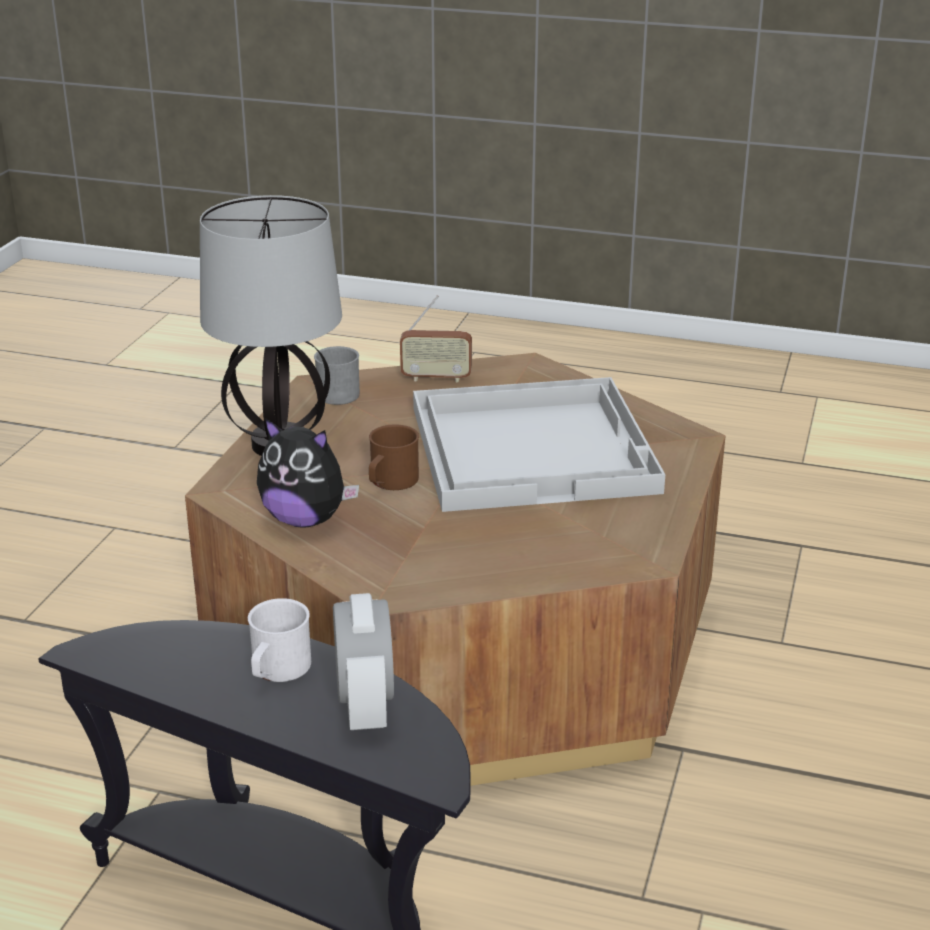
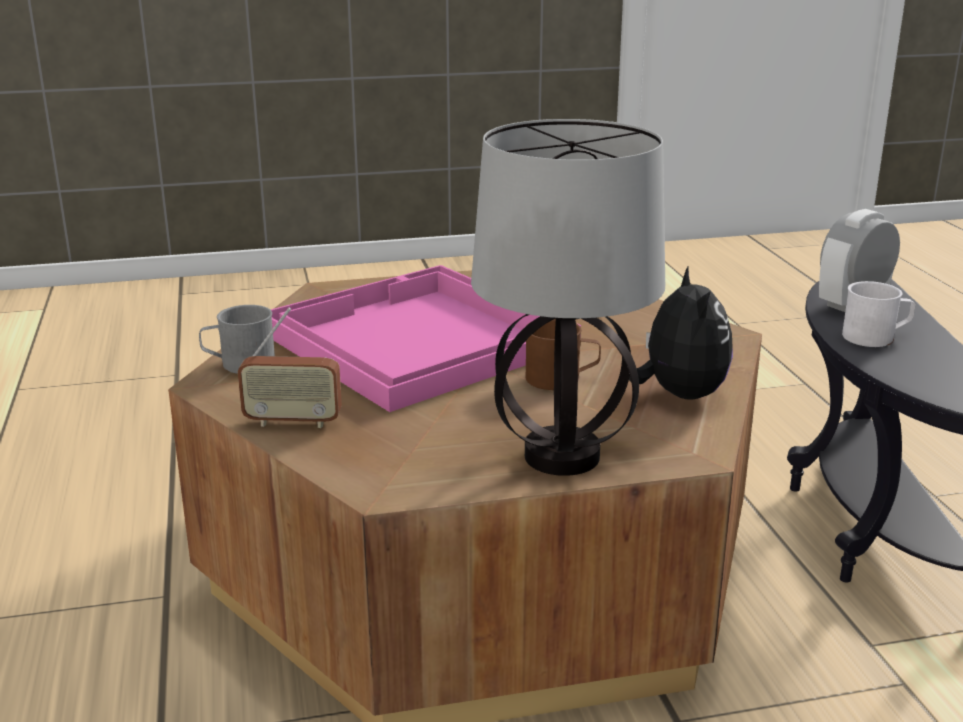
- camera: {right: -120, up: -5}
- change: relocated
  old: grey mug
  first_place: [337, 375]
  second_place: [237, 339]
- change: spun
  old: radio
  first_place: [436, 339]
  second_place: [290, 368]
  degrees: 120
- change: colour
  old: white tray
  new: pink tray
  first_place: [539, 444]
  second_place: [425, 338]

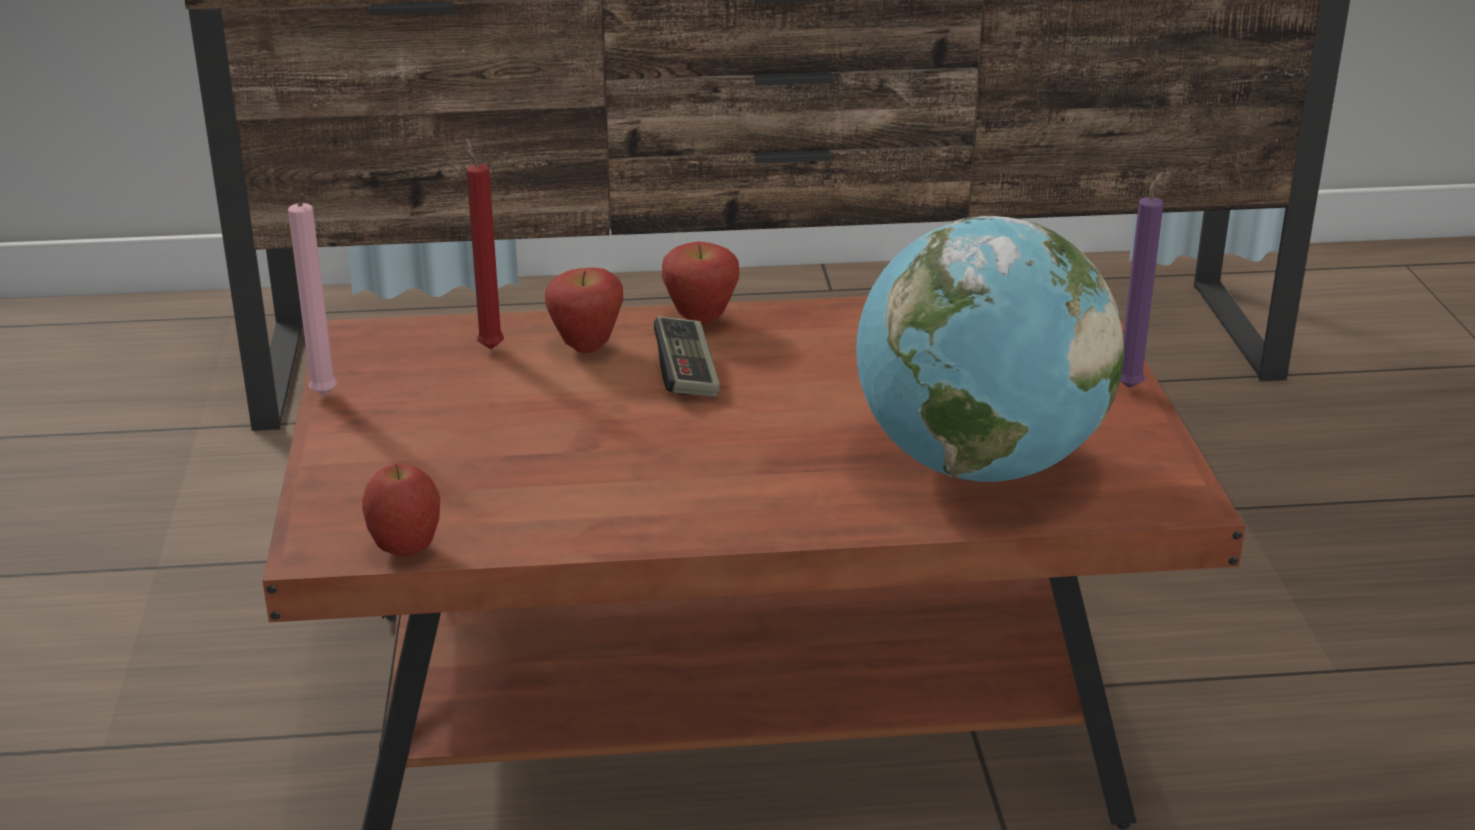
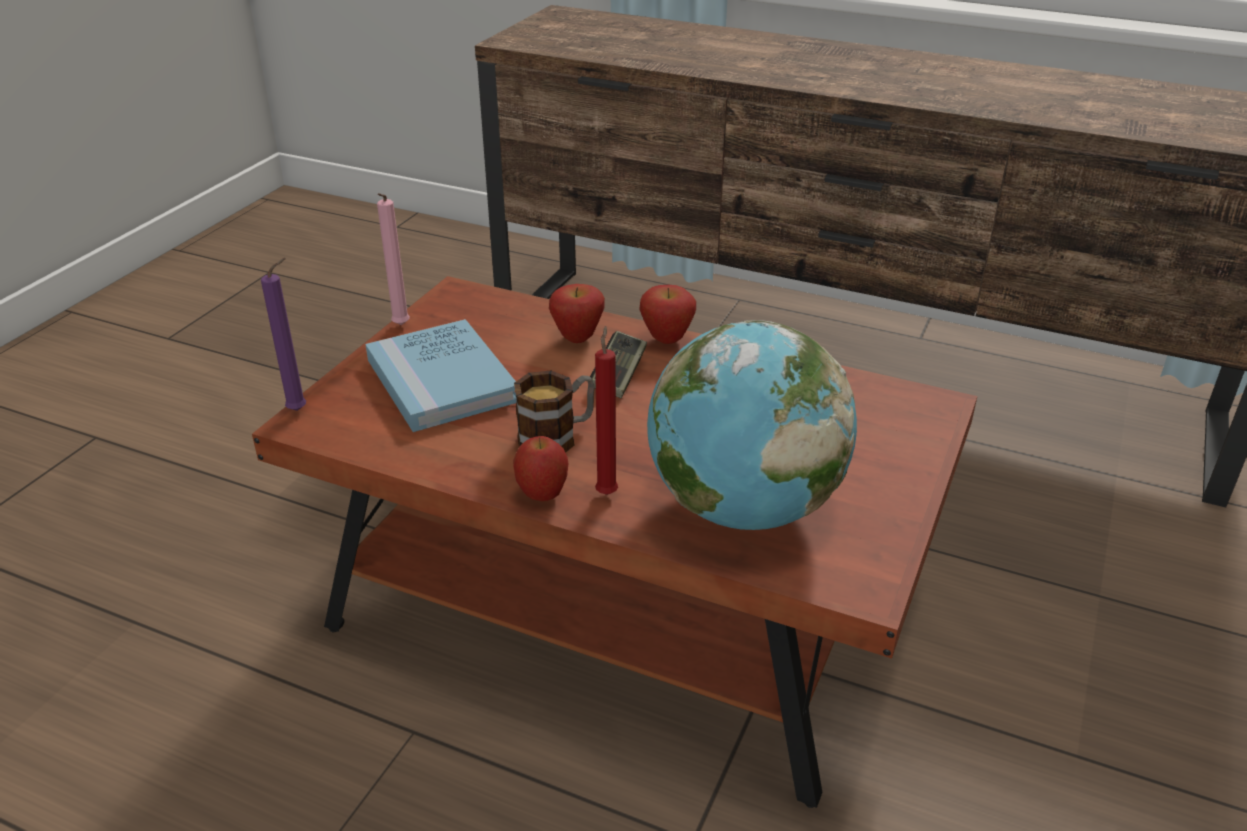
- camera: {right: 30, up: 5}
- change: relocated
  old: purple candle
  first_place: [1142, 279]
  second_place: [283, 334]
- change: appeared
  new: blue book
  second_place: [440, 375]
- change: relocated
  old: apple
  first_place: [401, 510]
  second_place: [540, 468]
- change: appeared
  new: mug
  second_place: [554, 411]
- change: relocated
  old: red candle
  first_place: [485, 244]
  second_place: [606, 410]

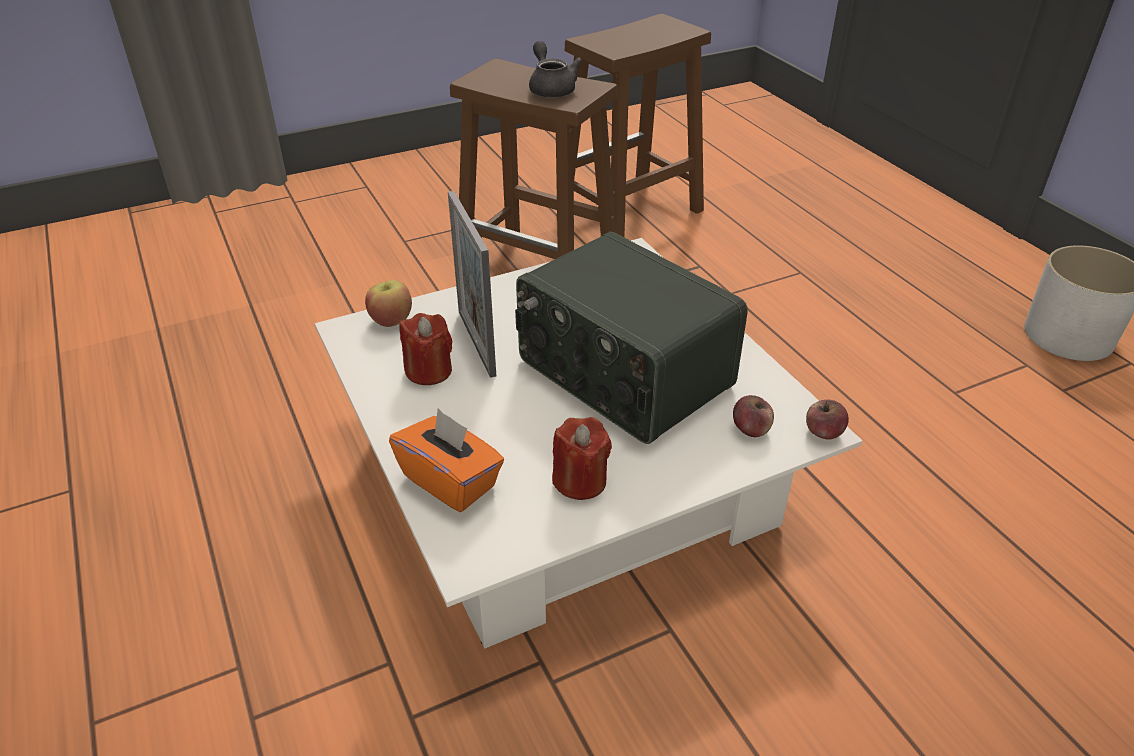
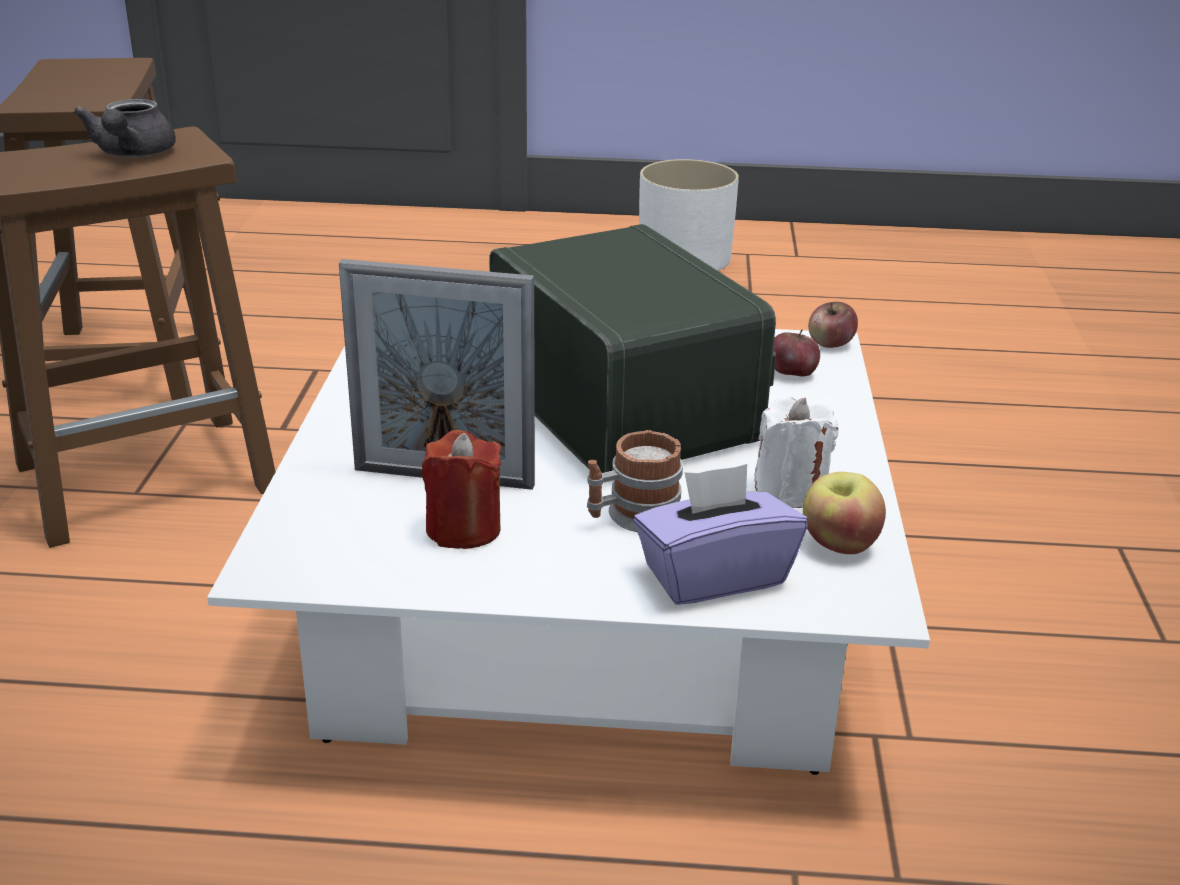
- camera: {right: -60, up: -10}
- change: spun
  old: grey teapot
  first_place: [555, 69]
  second_place: [124, 128]
  degrees: -105
- change: spun
  old: radio
  first_place: [631, 338]
  second_place: [632, 348]
  degrees: -105
- change: appeared
  new: mug
  second_place: [635, 481]
- change: colour
  old: orange tissue box
  new: purple tissue box
  first_place: [446, 460]
  second_place: [720, 534]
- change: colour
  old: red candle
  new: white candle
  first_place: [582, 458]
  second_place: [796, 452]
- change: relocated
  old: apple
  first_place: [388, 303]
  second_place: [844, 513]

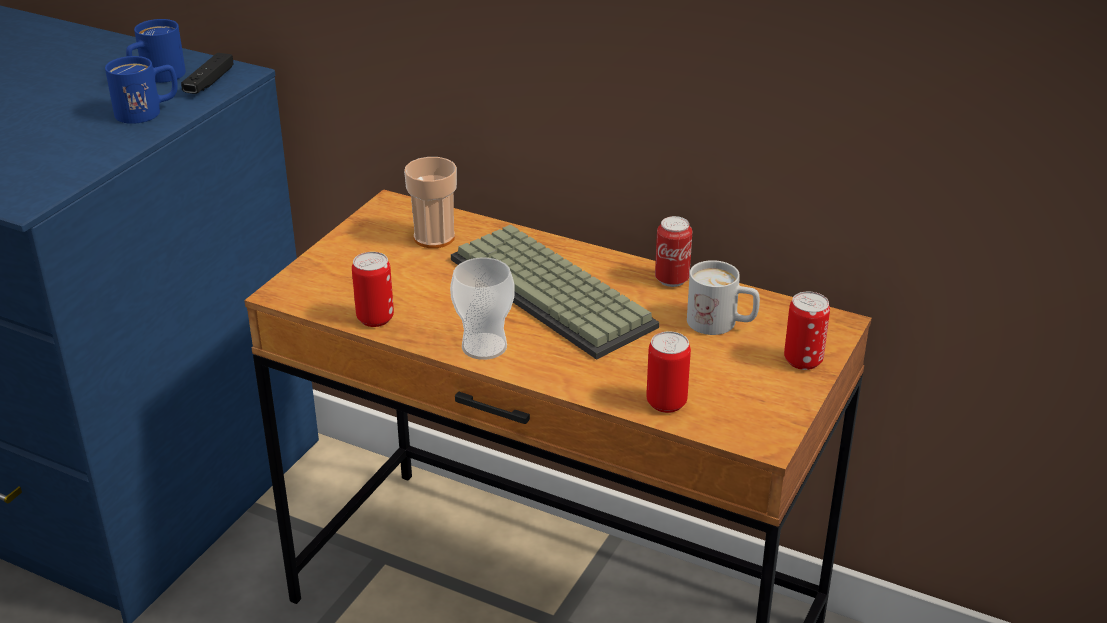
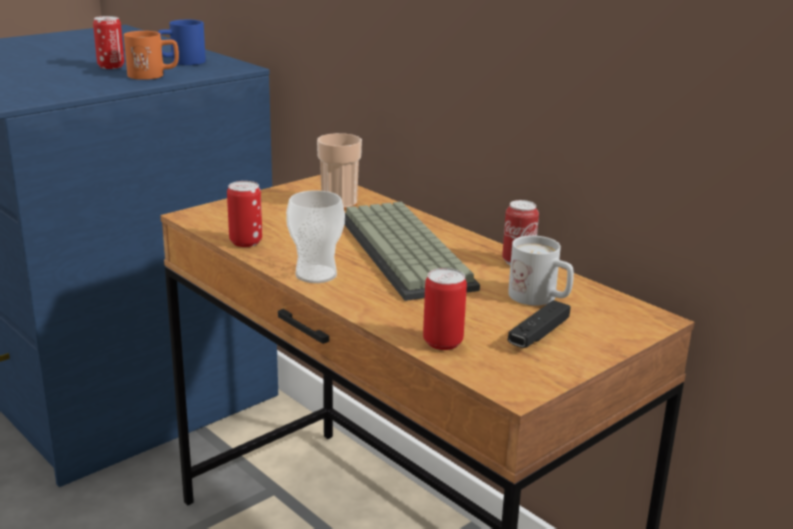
- camera: {right: 20, up: -10}
- change: relocated
  old: can
  first_place: [807, 330]
  second_place: [108, 42]
- change: colour
  old: blue mug
  new: orange mug
  first_place: [141, 90]
  second_place: [151, 55]
- change: relocated
  old: black game controller
  first_place: [207, 73]
  second_place: [539, 324]

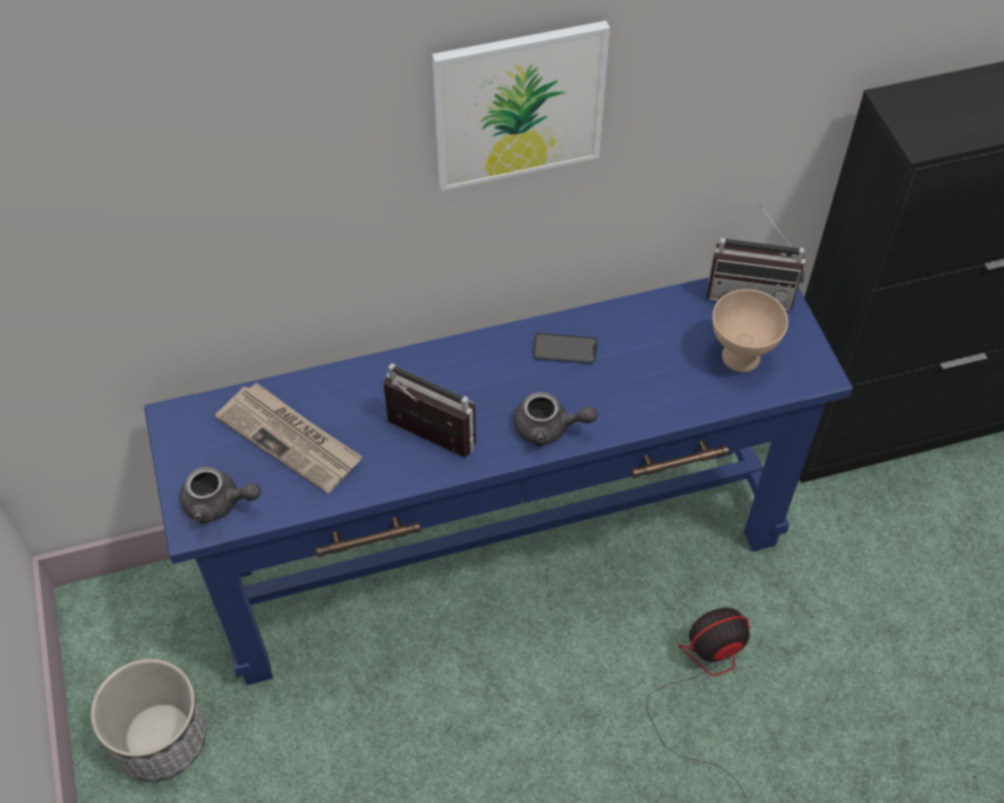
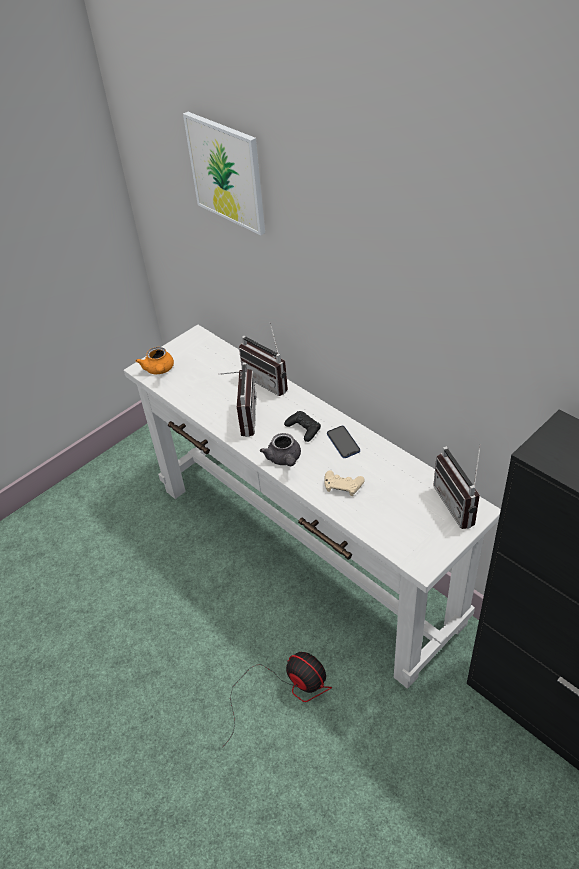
- camera: {right: 65, up: -10}
- change: colour
  old: blue console table
  new: white console table
  first_place: [498, 481]
  second_place: [312, 507]
- change: colour
  old: grey teapot
  new: orange teapot
  first_place: [220, 495]
  second_place: [155, 360]
- change: relocated
  old: picture
  first_place: [521, 106]
  second_place: [224, 173]
- change: appeared
  new: radio
  second_place: [263, 359]
- change: appeared
  new: black game controller
  second_place: [302, 426]
- change: appeared
  new: beige game controller
  second_place: [344, 483]
- change: missing
  old: planter
  first_place: [149, 720]
- change: missing
  old: newspaper
  first_place: [288, 438]
- change: missing
  old: beige bowl
  first_place: [750, 330]

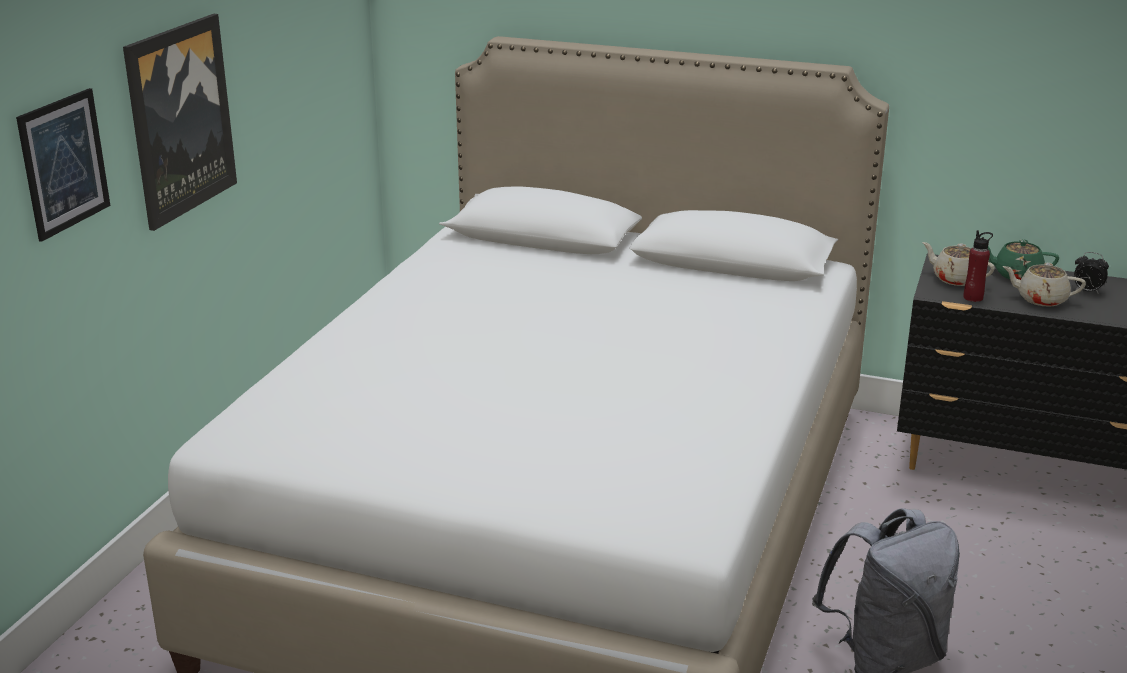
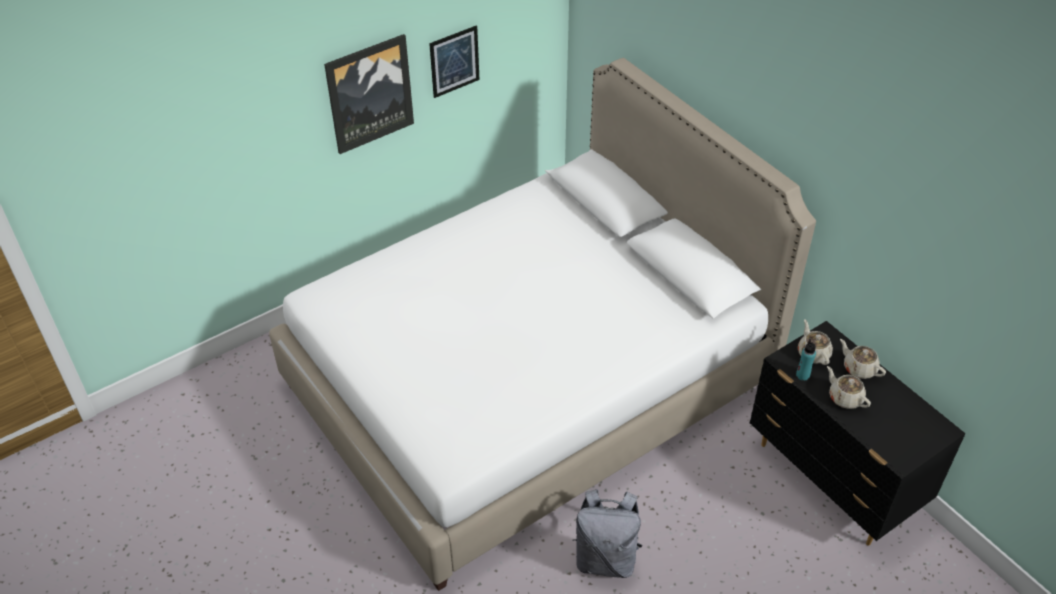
- camera: {right: 35, up: 20}
- change: relocated
  old: picture
  first_place: [63, 165]
  second_place: [454, 62]
- change: colour
  old: red bottle
  new: turquoise bottle
  first_place: [978, 266]
  second_place: [806, 360]
- change: colour
  old: green teapot
  new: beige teapot
  first_place: [1023, 259]
  second_place: [863, 359]
- change: missing
  old: alarm clock
  first_place: [1091, 273]

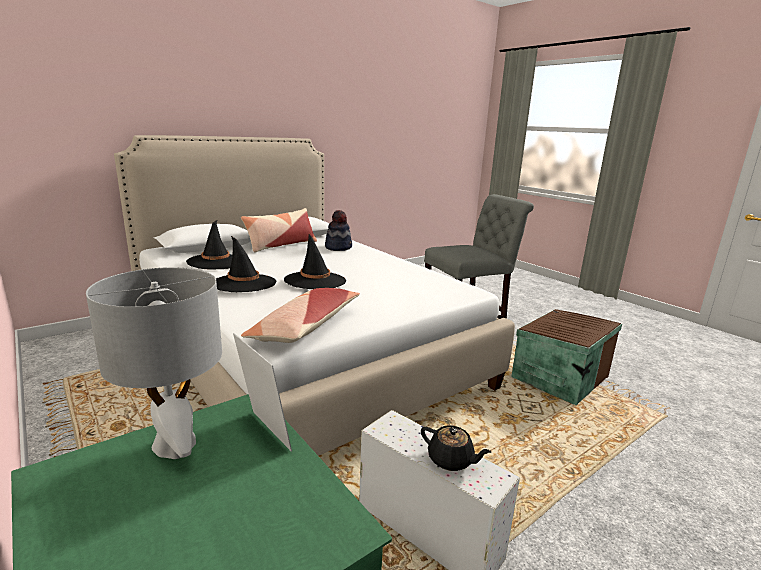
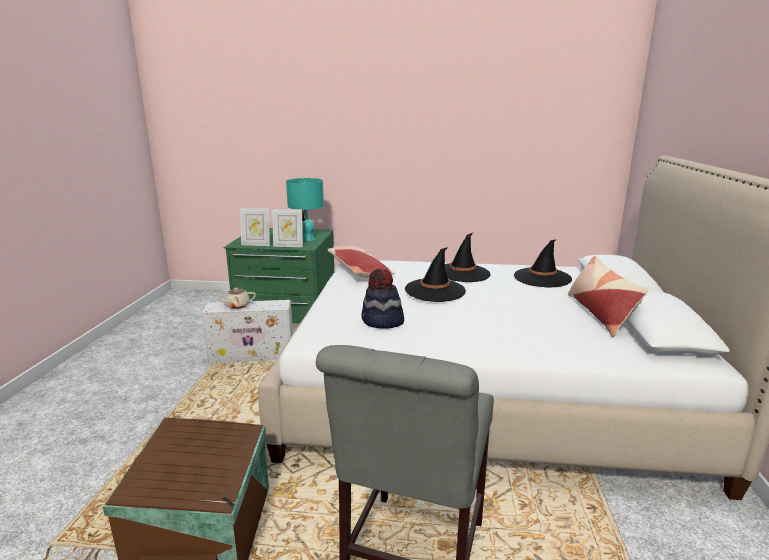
- camera: {right: 135, up: 0}
- change: colour
  old: black teapot
  new: beige teapot
  first_place: [456, 448]
  second_place: [235, 298]
- change: appeared
  new: picture frame
  second_place: [255, 227]
- change: colour
  old: grey table lamp
  new: turquoise table lamp
  first_place: [154, 363]
  second_place: [305, 209]
- change: relocated
  old: hat
  first_place: [338, 230]
  second_place: [382, 299]

